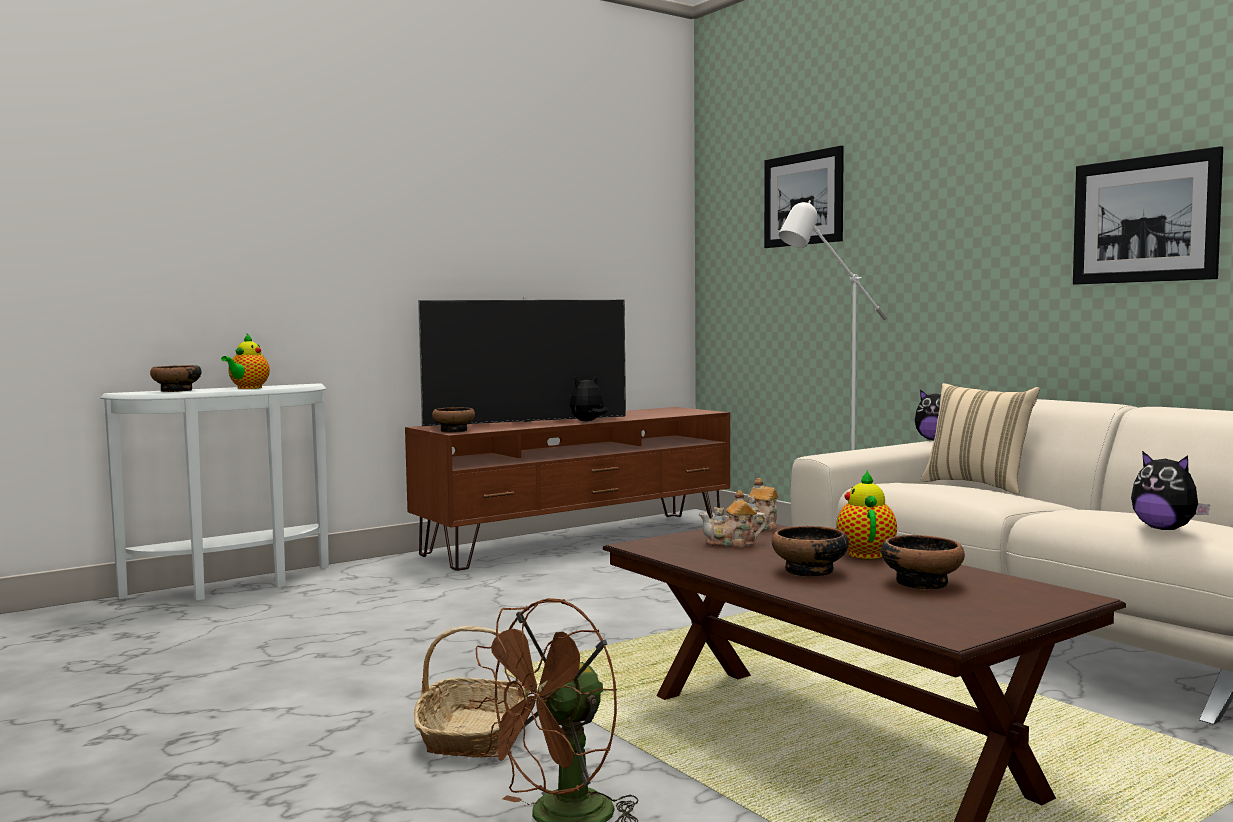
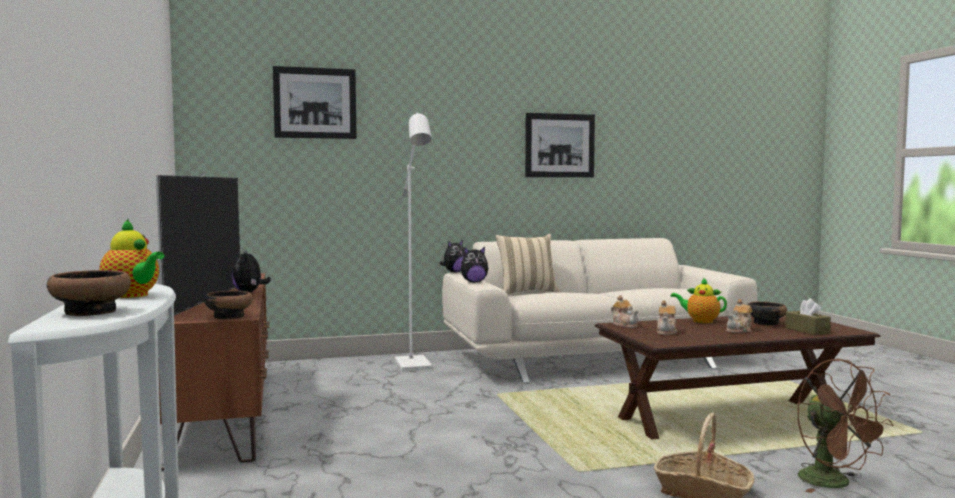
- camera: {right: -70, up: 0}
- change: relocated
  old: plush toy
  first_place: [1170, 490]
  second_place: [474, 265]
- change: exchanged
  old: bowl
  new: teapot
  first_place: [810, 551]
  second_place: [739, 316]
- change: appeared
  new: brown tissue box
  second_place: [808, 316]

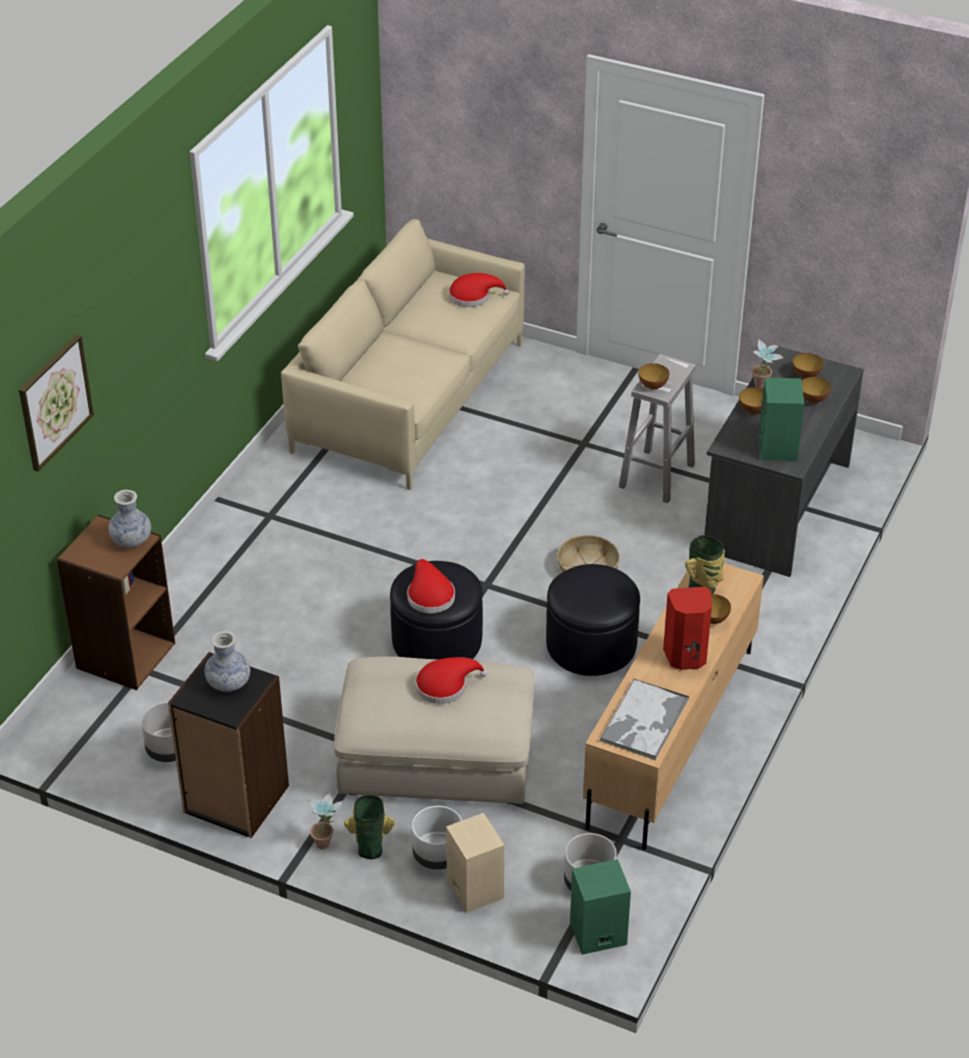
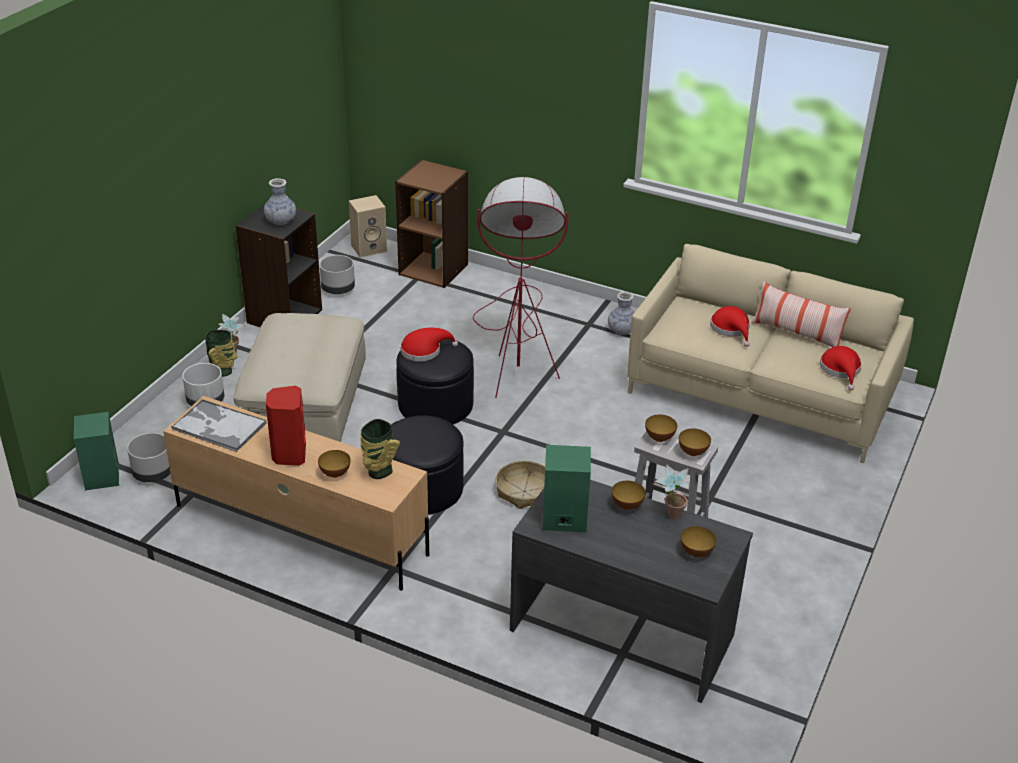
- camera: {right: 90, up: -5}
- change: relocated
  old: beige speaker
  first_place: [475, 863]
  second_place: [368, 226]
- change: appeared
  new: red floor lamp
  second_place: [521, 287]
- change: relocated
  old: vase
  first_place: [129, 518]
  second_place: [621, 313]
- change: relocated
  old: bowl
  first_place: [816, 390]
  second_place: [695, 442]
- change: relocated
  old: red hat
  first_place: [451, 680]
  second_place: [730, 326]
- change: appeared
  new: pillow
  second_place: [801, 313]
- change: missing
  old: picture
  first_place: [56, 403]

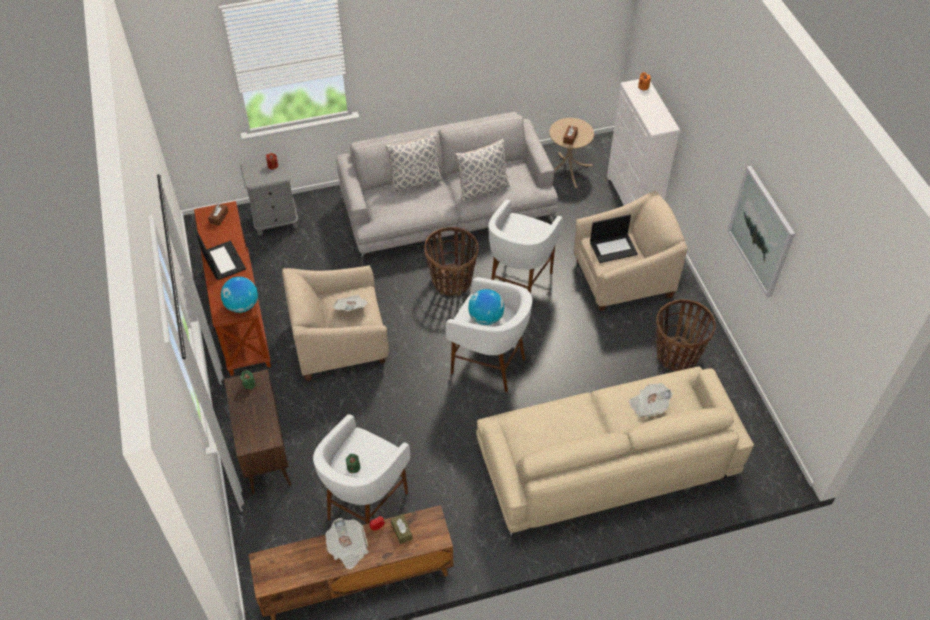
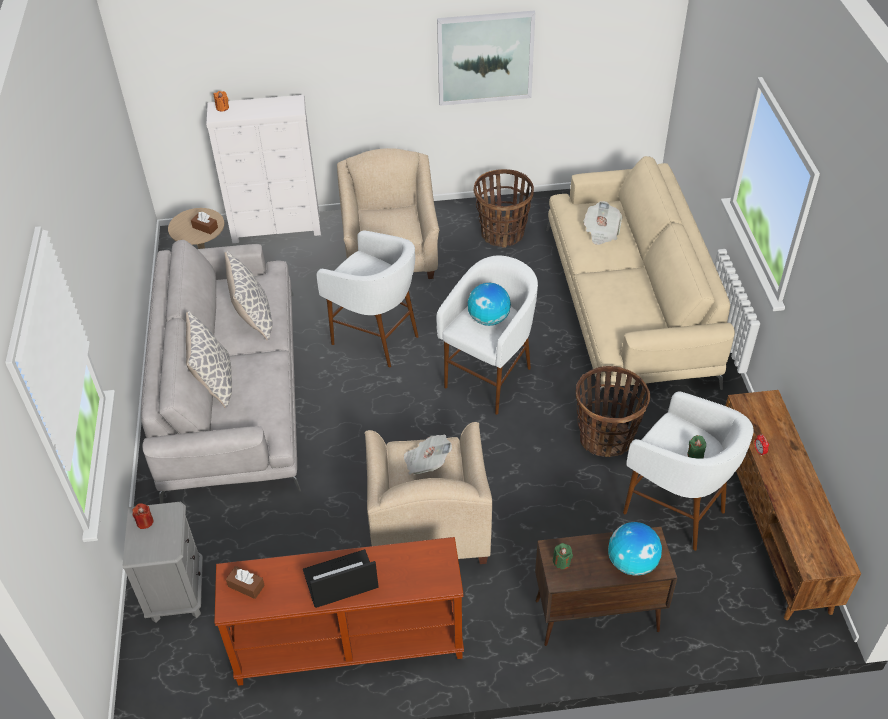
- camera: {right: -80, up: -5}
- change: relocated
  old: basket
  first_place: [451, 261]
  second_place: [613, 411]
- change: relocated
  old: globe
  first_place: [239, 295]
  second_place: [635, 549]
- change: missing
  old: newspaper
  first_place: [347, 543]
- change: missing
  old: brown tissue box
  first_place: [401, 529]
- change: missing
  old: laptop
  first_place: [614, 238]

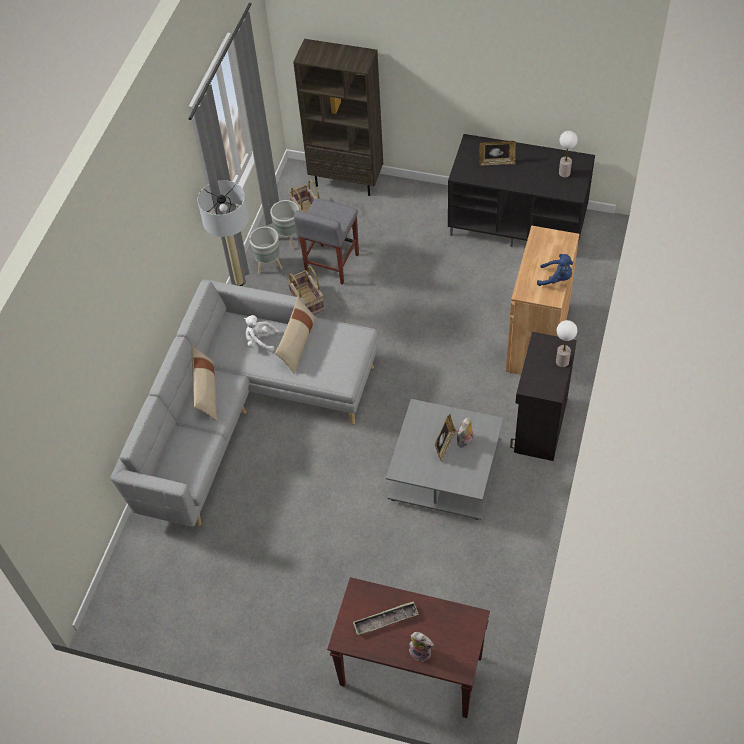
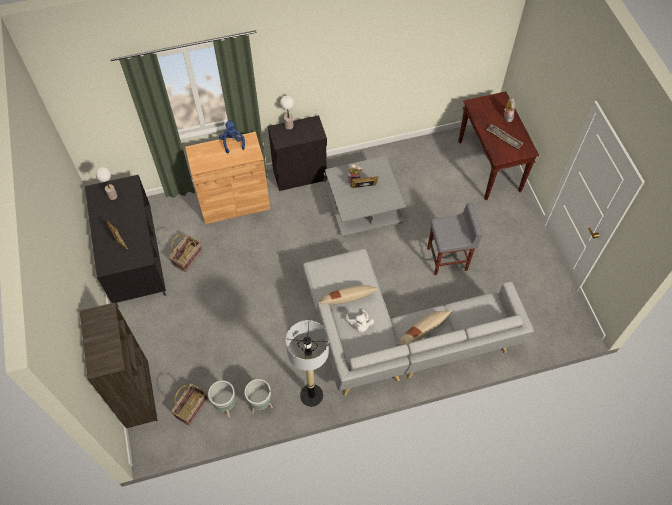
- camera: {right: -125, up: 5}
- change: relocated
  old: basket
  first_place: [305, 290]
  second_place: [186, 253]
- change: relocated
  old: grey stool
  first_place: [326, 241]
  second_place: [455, 239]

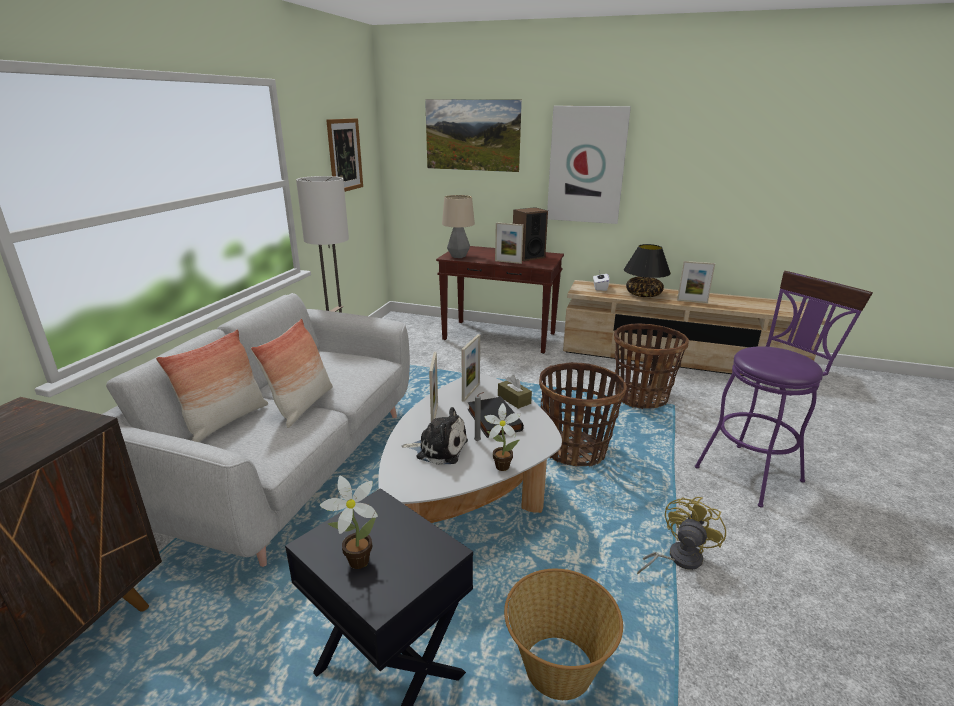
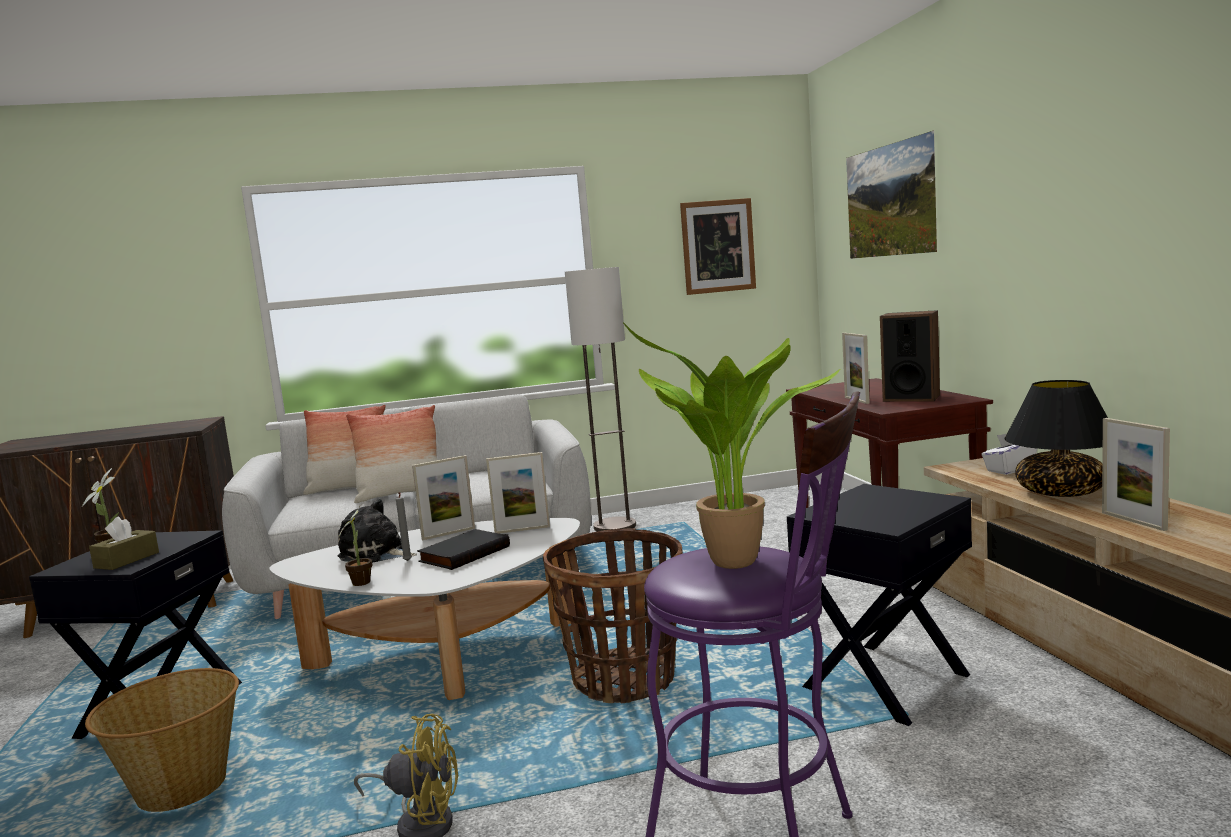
- camera: {right: 60, up: -15}
- change: relocated
  old: brown tissue box
  first_place: [515, 392]
  second_place: [124, 543]
- change: spun
  old: plush toy
  first_place: [435, 436]
  second_place: [377, 531]
  degrees: 135
- change: appeared
  new: potted plant
  second_place: [731, 445]
- change: exchanged
  old: basket
  new: black side table
  first_place: [651, 366]
  second_place: [879, 605]
- change: missing
  old: table lamp
  first_place: [458, 226]
- change: missing
  old: picture
  first_place: [589, 165]

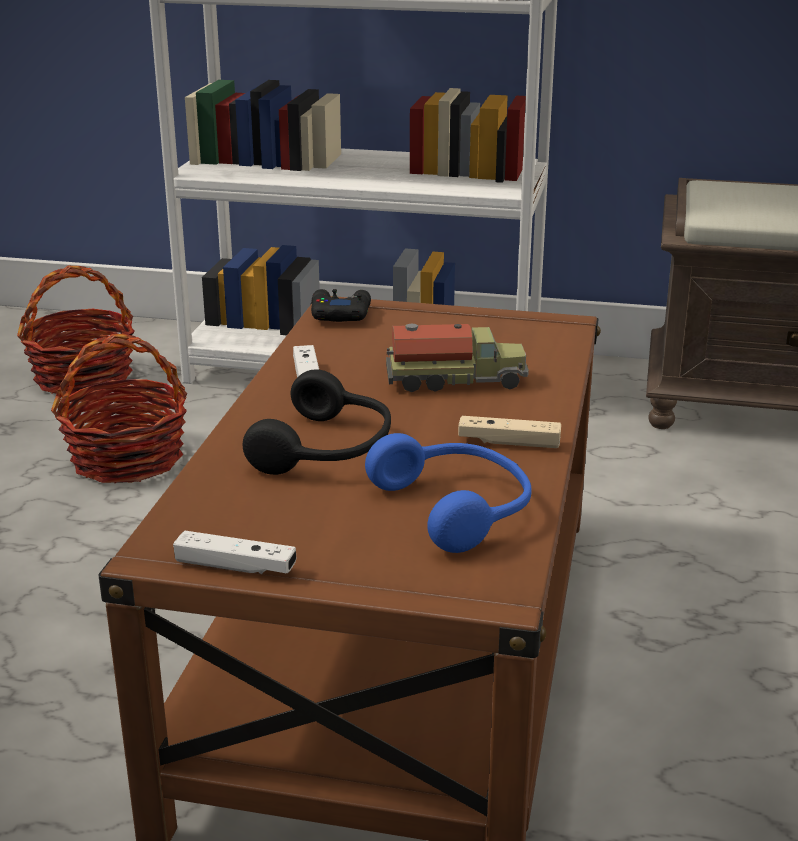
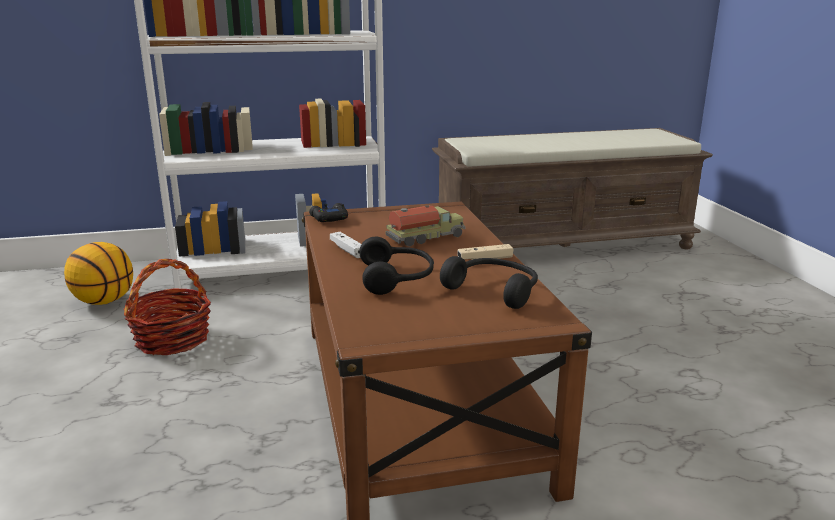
- camera: {right: -25, up: -5}
- change: exchanged
  old: basket
  new: basketball
  first_place: [76, 330]
  second_place: [98, 273]
- change: colour
  old: blue headphones
  new: black headphones
  first_place: [448, 493]
  second_place: [489, 282]
- change: missing
  old: white game controller
  first_place: [234, 552]

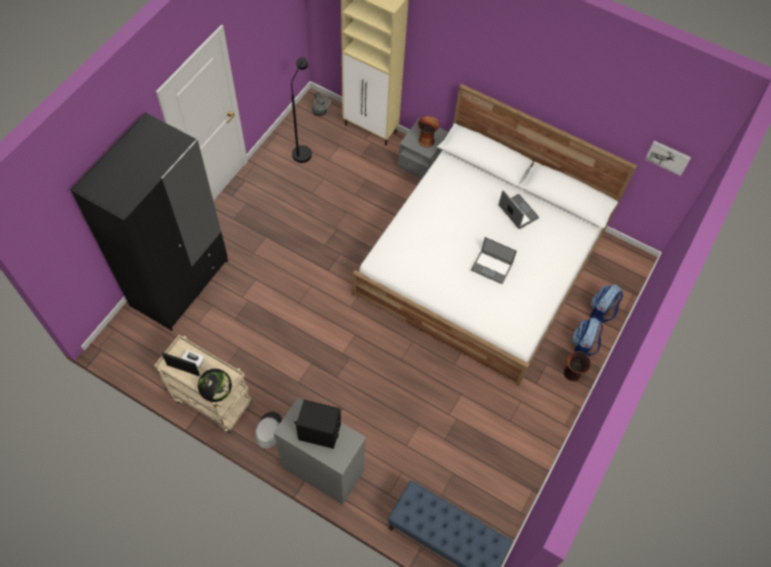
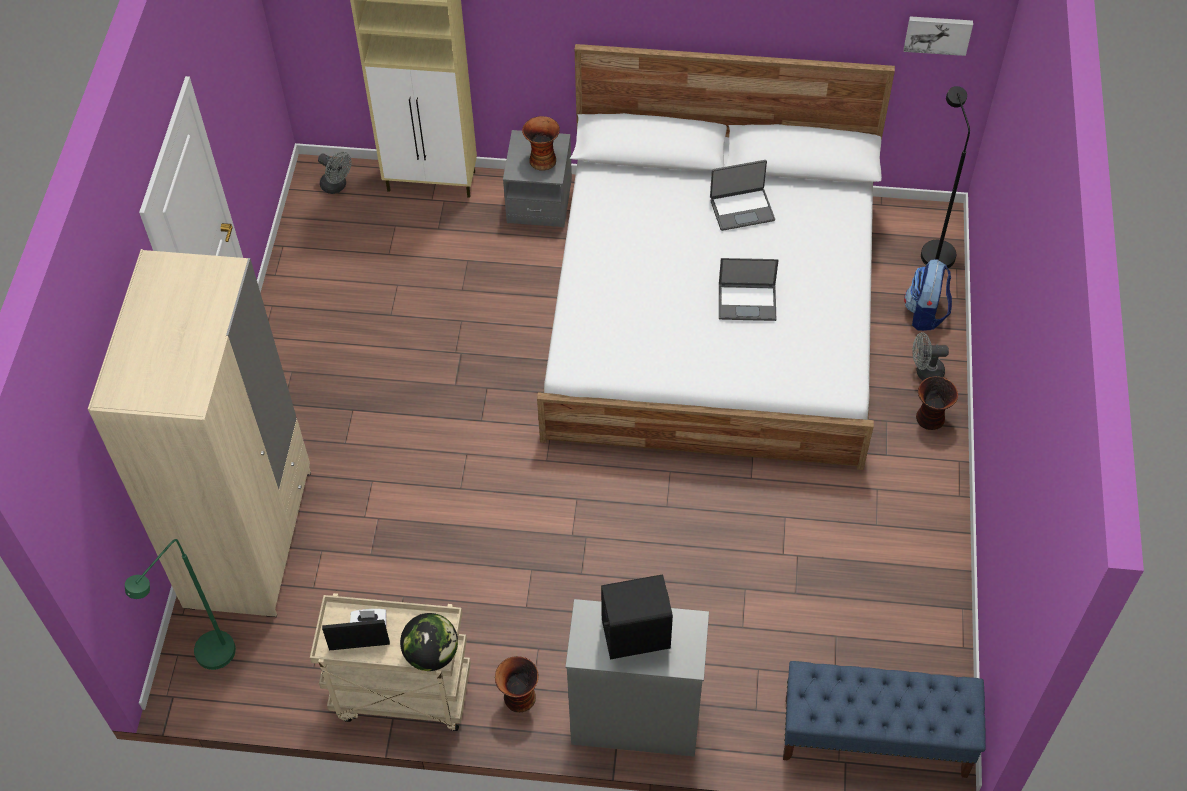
- camera: {right: -20, up: -5}
- change: colour
  old: black wardrobe
  new: beige wardrobe
  first_place: [149, 221]
  second_place: [199, 433]
- change: appeared
  new: green floor lamp
  second_place: [180, 604]
- change: exchanged
  old: grey hat
  new: vase
  first_place: [268, 430]
  second_place: [516, 684]
- change: spun
  old: laptop
  first_place: [518, 209]
  second_place: [742, 195]
  degrees: 135
- change: exchanged
  old: backpack
  new: grey fan
  first_place: [587, 337]
  second_place: [930, 356]
- change: relocated
  old: black floor lamp
  first_place: [301, 110]
  second_place: [945, 177]

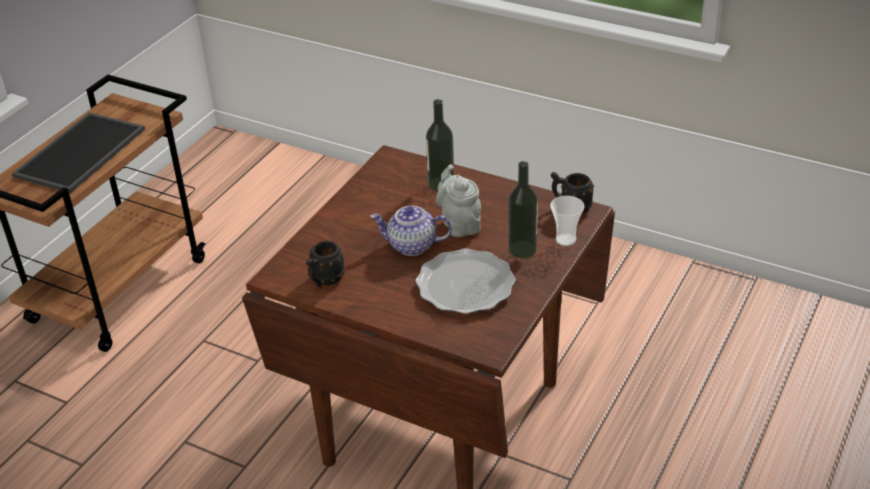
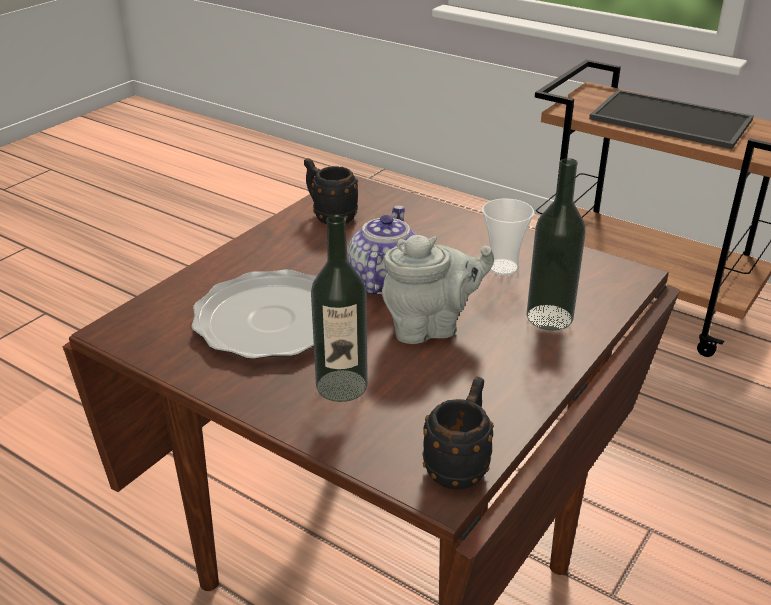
- camera: {right: 95, up: -5}
- change: relocated
  old: cup
  first_place: [567, 221]
  second_place: [508, 237]

